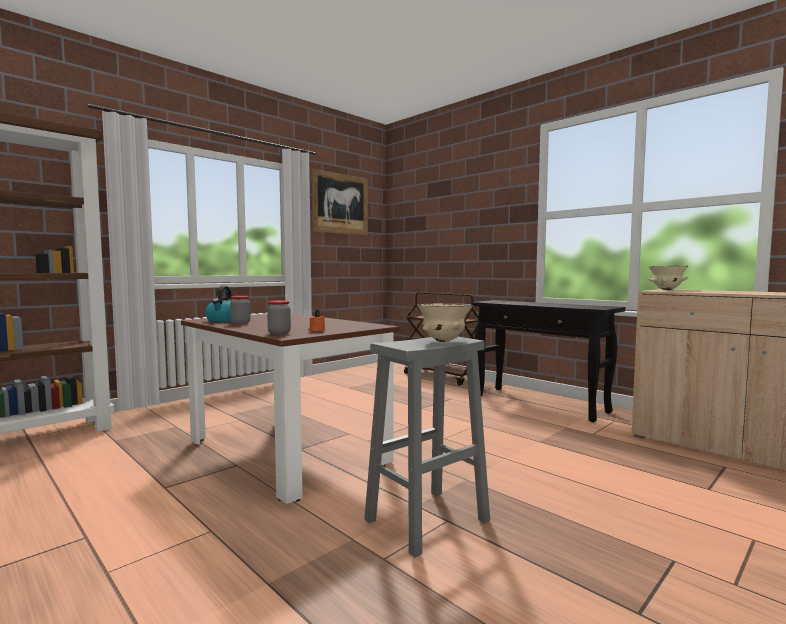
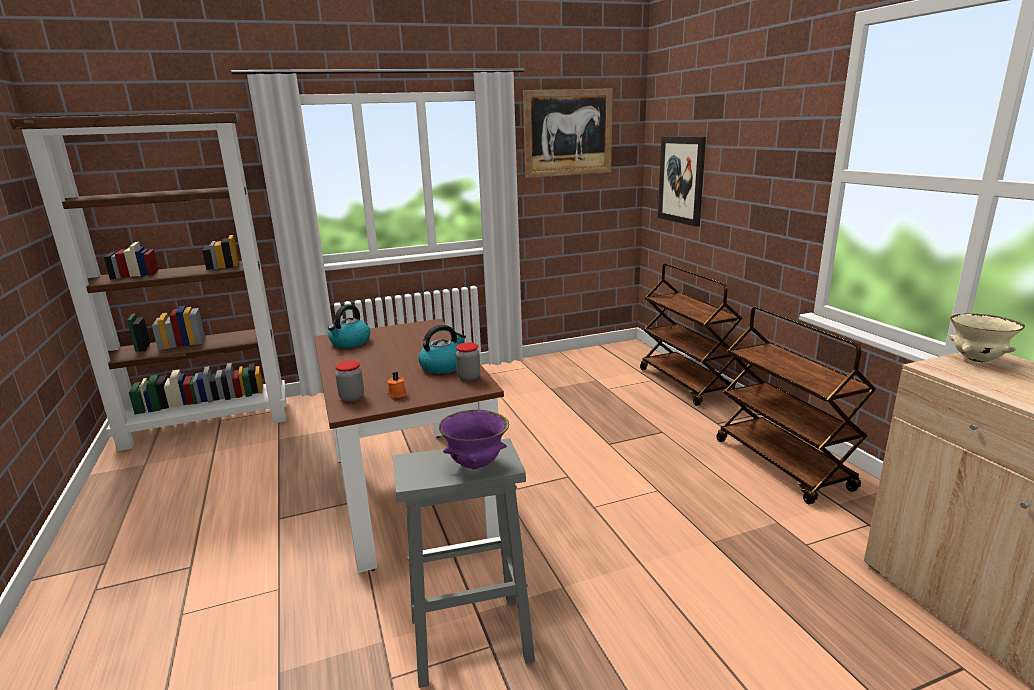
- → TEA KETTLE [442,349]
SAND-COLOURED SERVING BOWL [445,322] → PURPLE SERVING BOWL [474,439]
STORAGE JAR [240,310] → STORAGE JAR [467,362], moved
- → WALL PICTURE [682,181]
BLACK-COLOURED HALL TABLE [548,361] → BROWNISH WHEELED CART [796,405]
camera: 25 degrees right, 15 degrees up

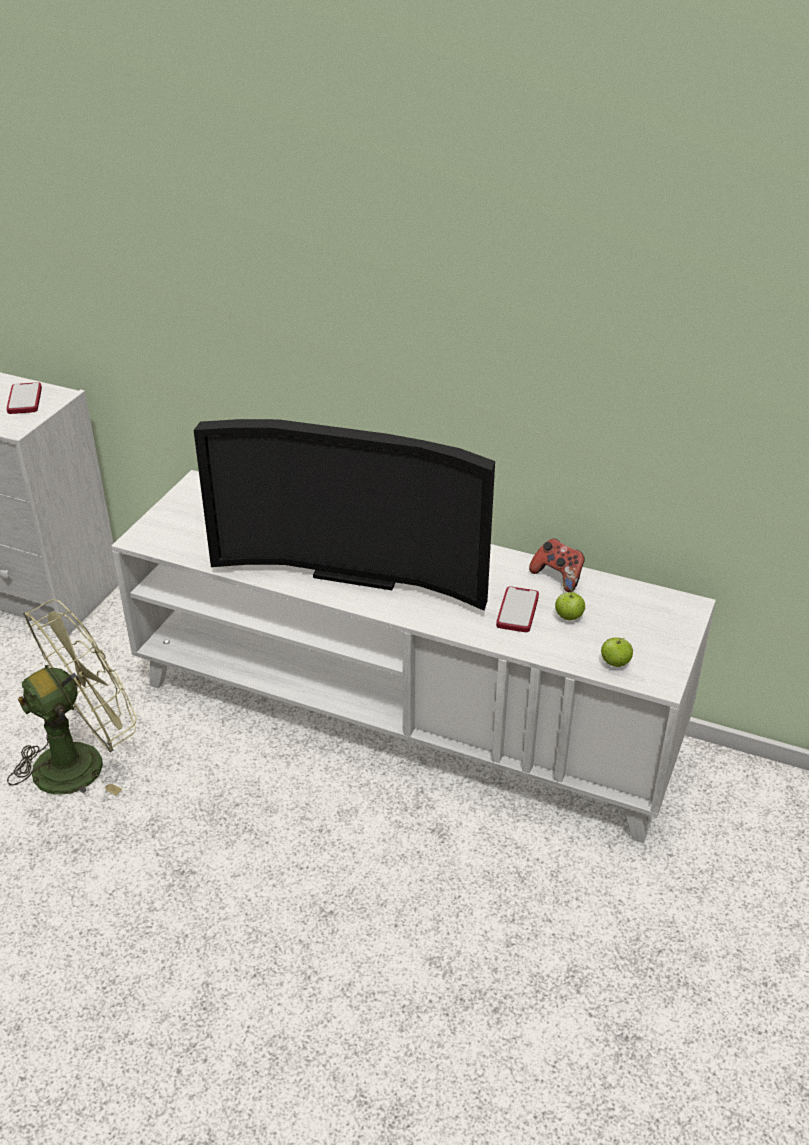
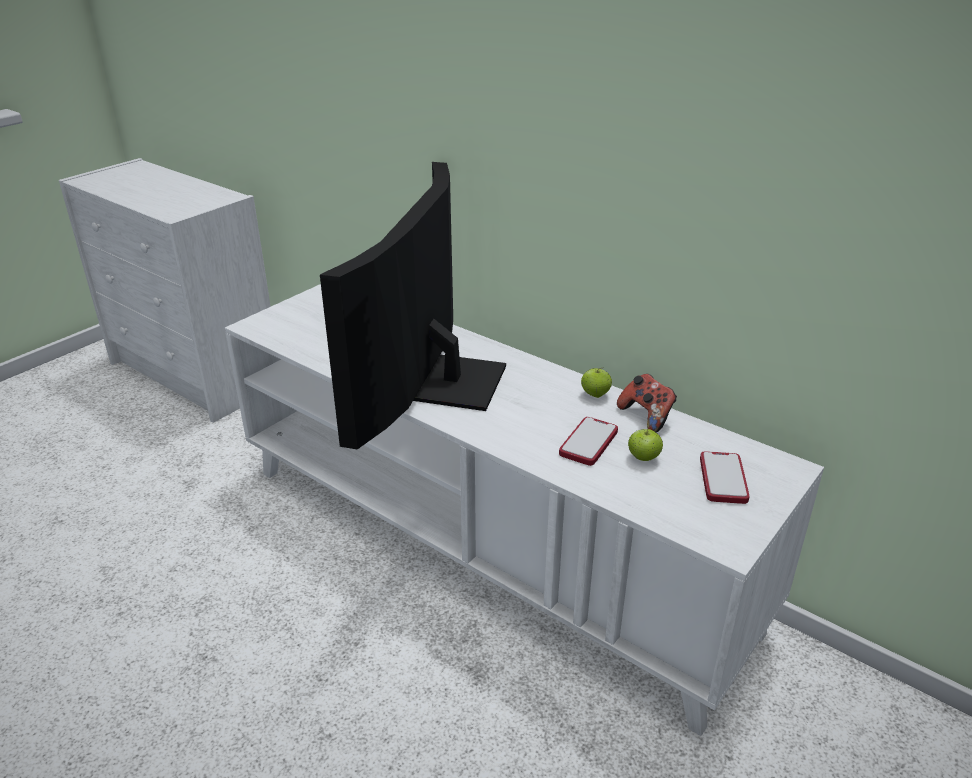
TV [344,515] → TV [413,305], 75 degrees clockwise
WHOLE APPLE [617,652] → WHOLE APPLE [596,383], moved
PHONE [24,398] → PHONE [725,477], moved
GREEN-COLOURED ELECTRIC FAN [72,697] → -
camera: 15 degrees right, 5 degrees down

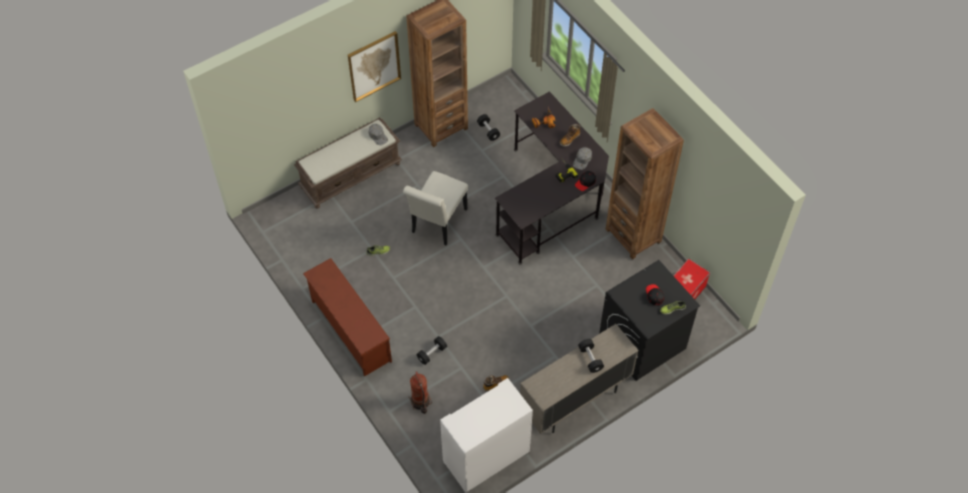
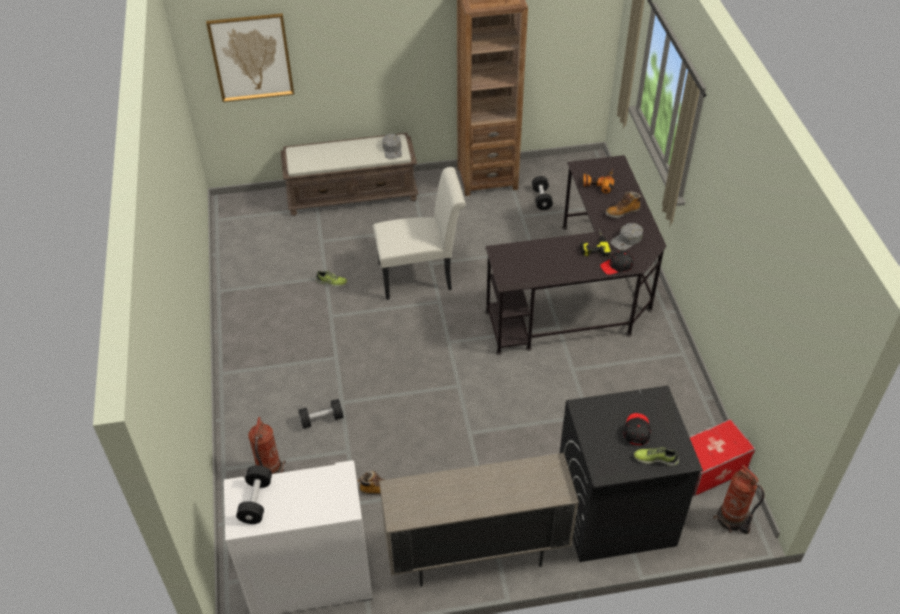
WALL PICTURE [374,66] → WALL PICTURE [250,57], moved
BLACK-COLOURED HAND WEIGHT [591,356] → BLACK-COLOURED HAND WEIGHT [254,494], moved
WHITE PLAIN CHAIR [435,208] → WHITE PLAIN CHAIR [419,233], 150 degrees counterclockwise
- → FIRE EXTINGUISHER [739,499]
BROWNISH SHOE STAND [347,317] → -
BROWNISH BOOKSHELF [645,184] → -
camera: 25 degrees right, 10 degrees down

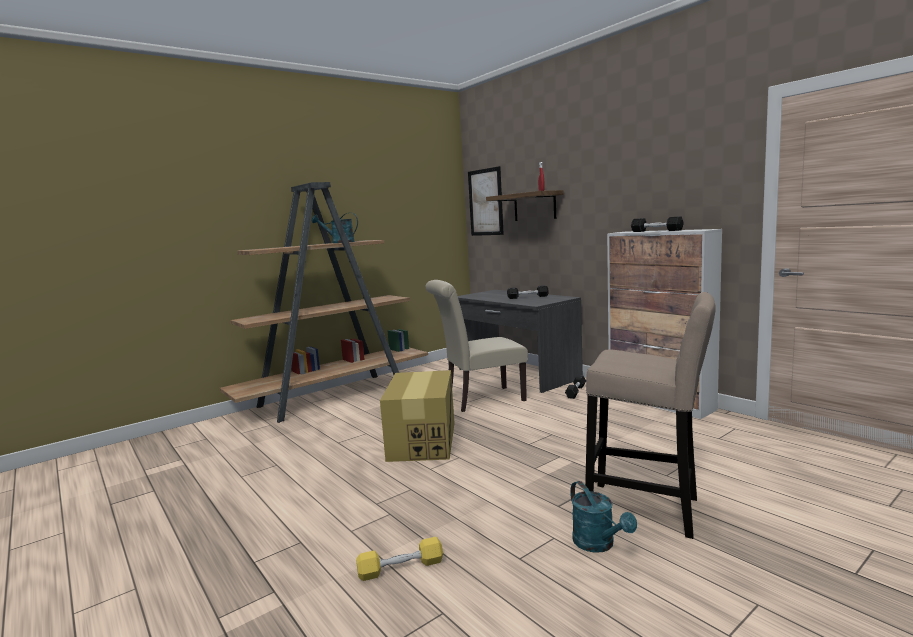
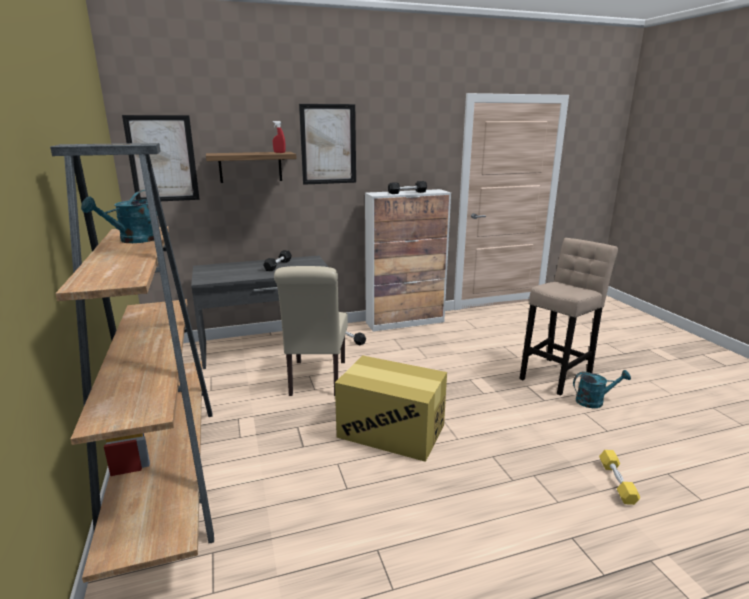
- → WALL PICTURE [327,144]
camera: 70 degrees left, 10 degrees up

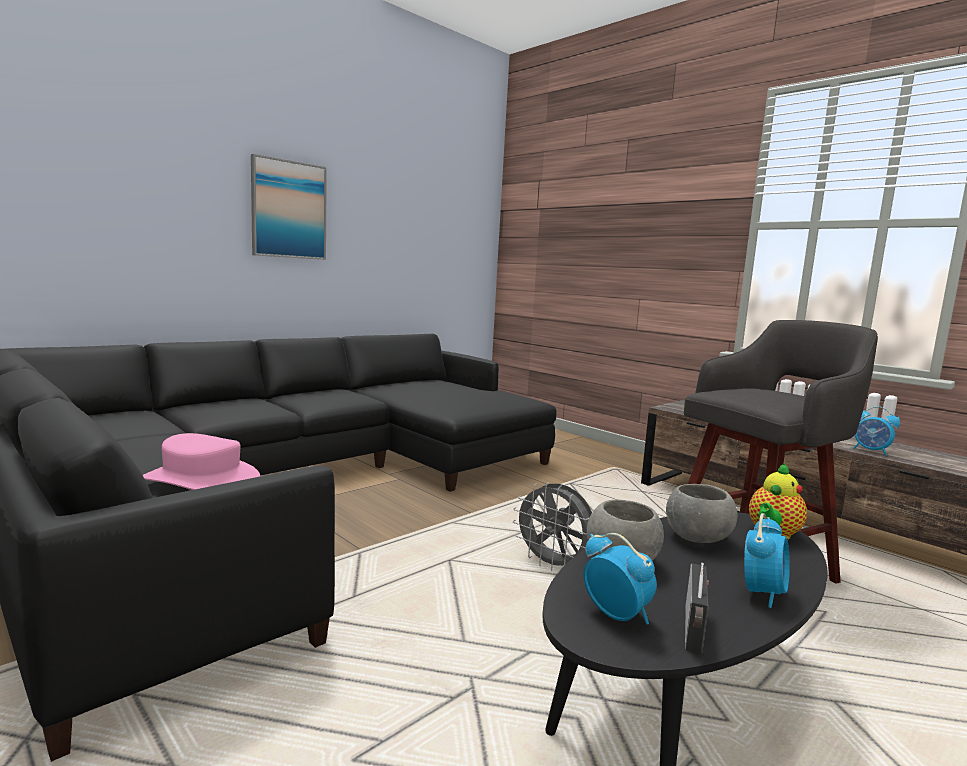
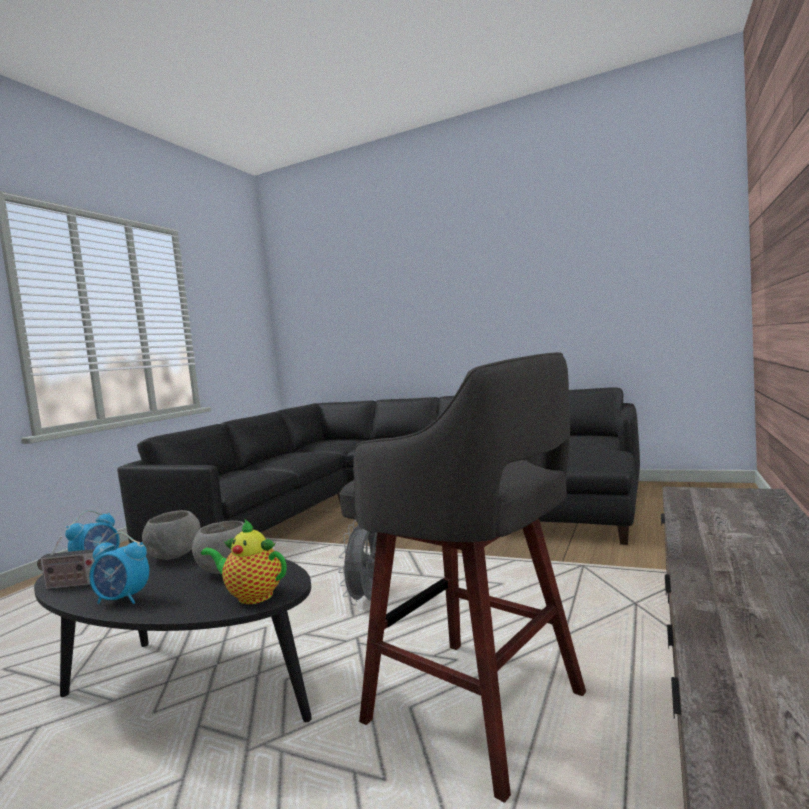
PINK CLOTHING HAT [201,461] → -
WALL PICTURE [289,207] → -
ALARM CLOCK [876,431] → -
camera: 70 degrees right, 5 degrees down

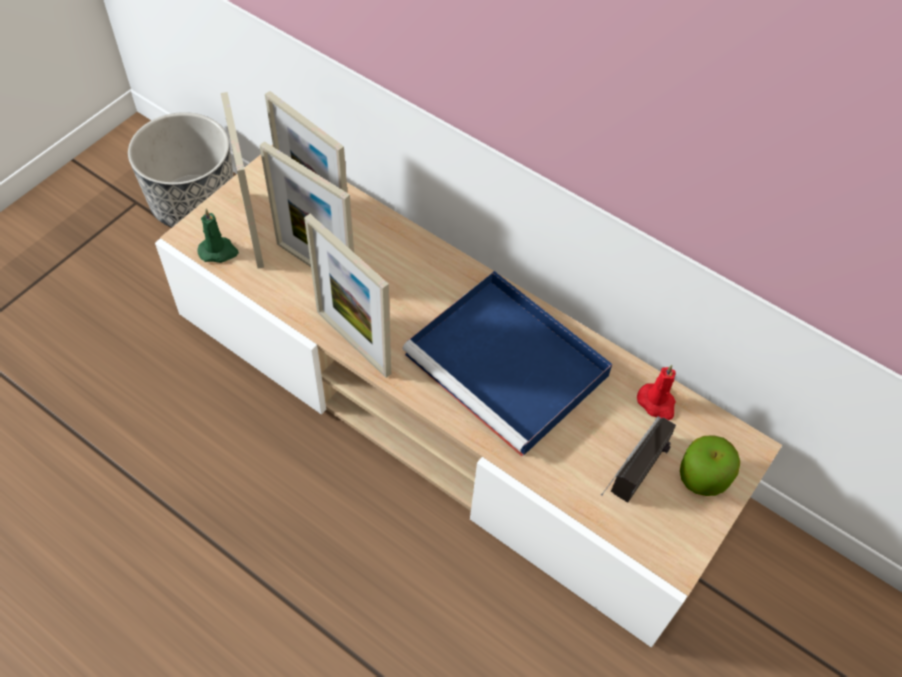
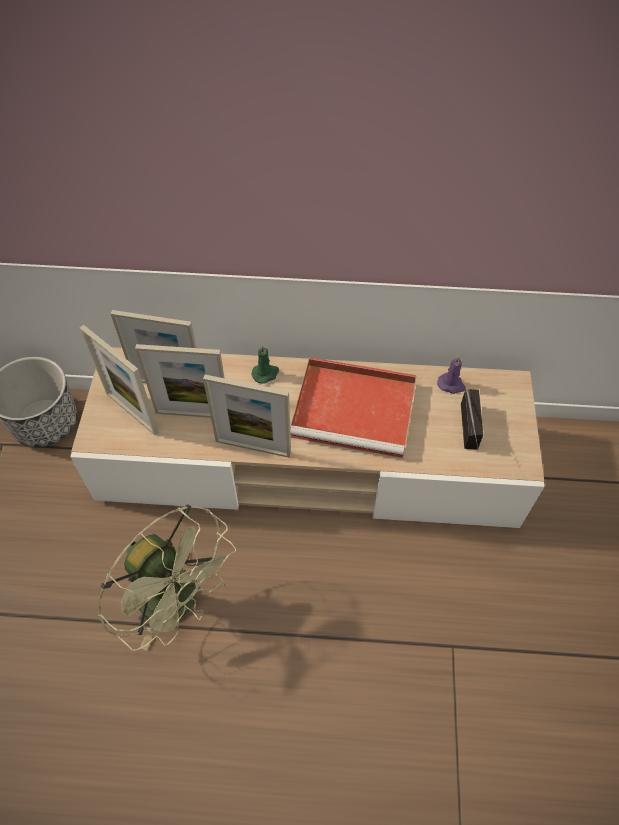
- → GREEN-COLOURED ELECTRIC FAN [167,577]
GREEN-COLOURED WAX LIGHT [218,236] → GREEN-COLOURED WAX LIGHT [265,364], moved
BLUE TRAY [507,364] → REDDISH TRAY [353,407]
REDDISH WAX LIGHT [656,392] → PURPLE WAX LIGHT [451,375]
WHOLE APPLE [710,465] → -
camera: 30 degrees left, 0 degrees up

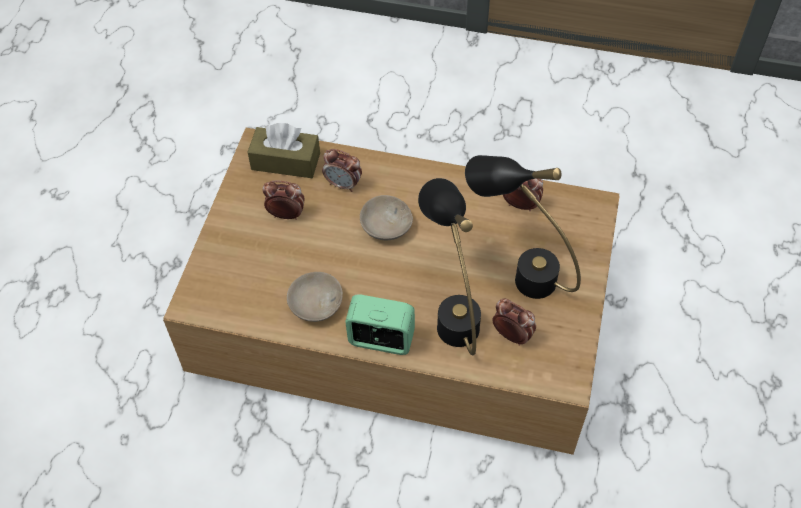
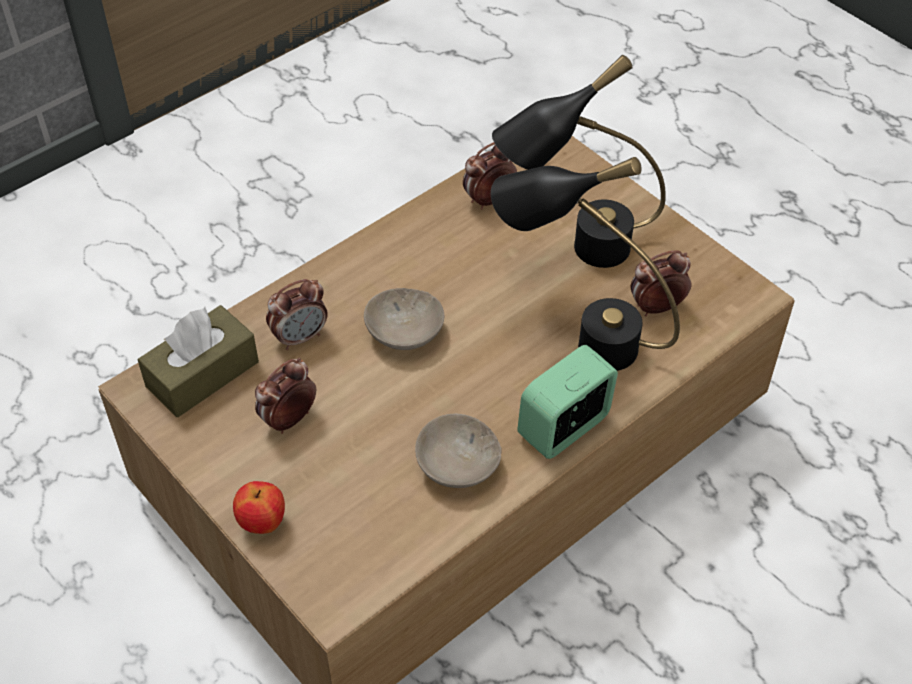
- → WHOLE APPLE [259,507]
camera: 55 degrees left, 5 degrees down

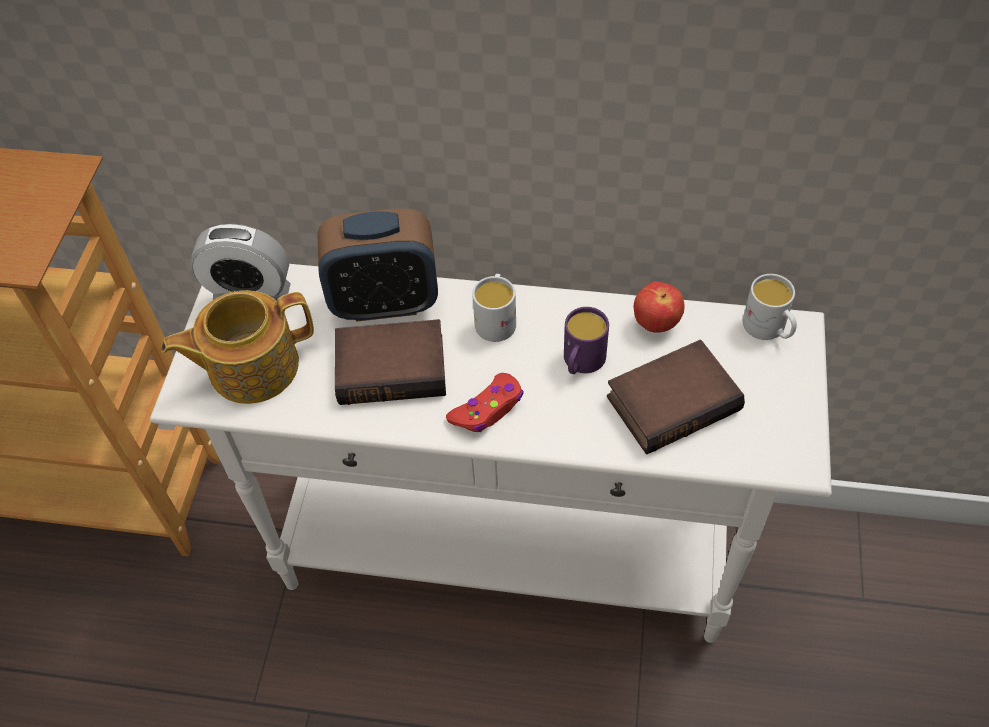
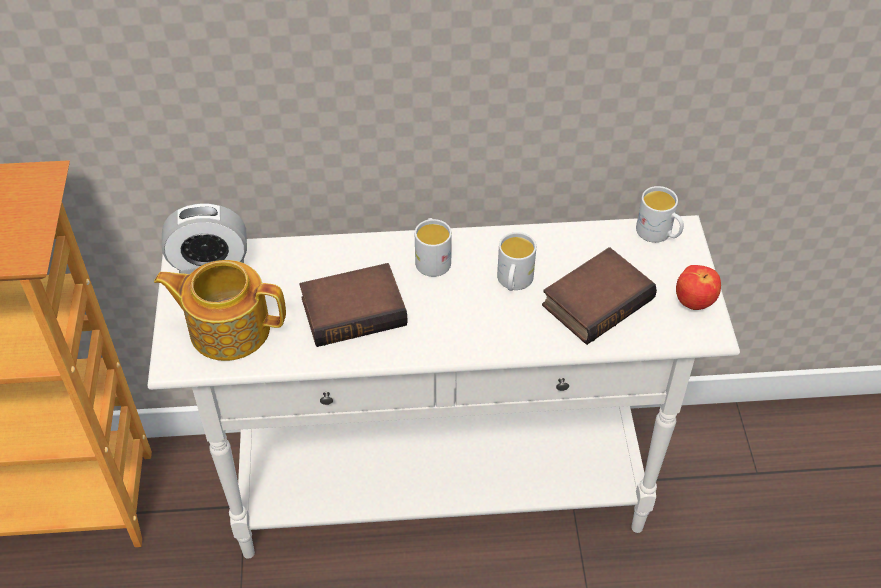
TEAPOT [237,347] → TEAPOT [220,310], 45 degrees clockwise
PURPLE TEA MUG [586,340] → WHITE TEA MUG [516,261]
WHOLE APPLE [659,307] → WHOLE APPLE [698,287], moved
ALARM CLOCK [378,265] → -
REDDISH GAMEPAD [484,402] → -
camera: 15 degrees left, 5 degrees down

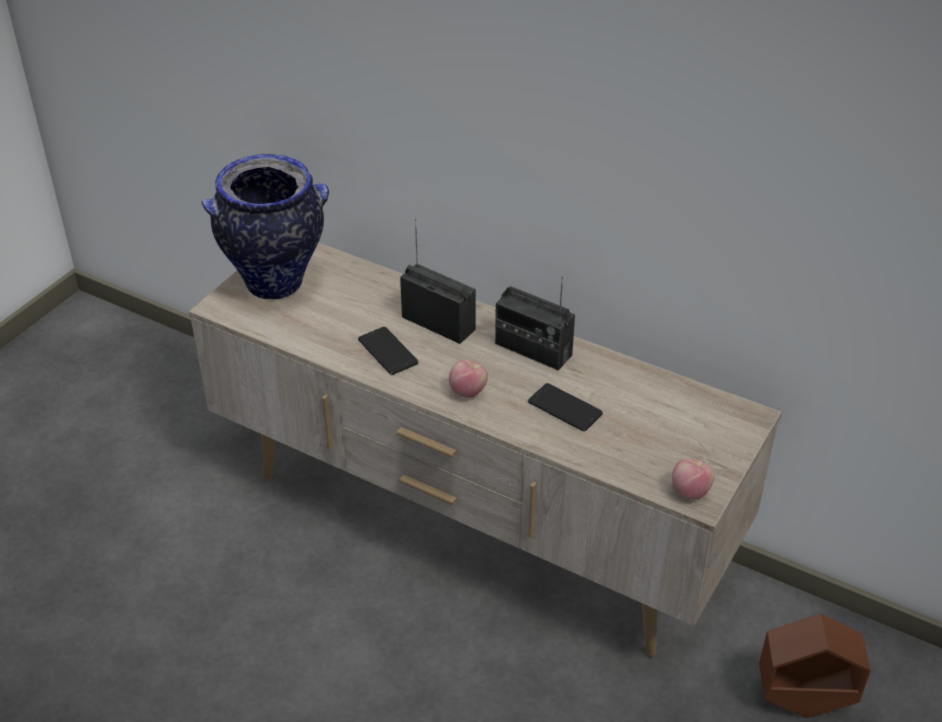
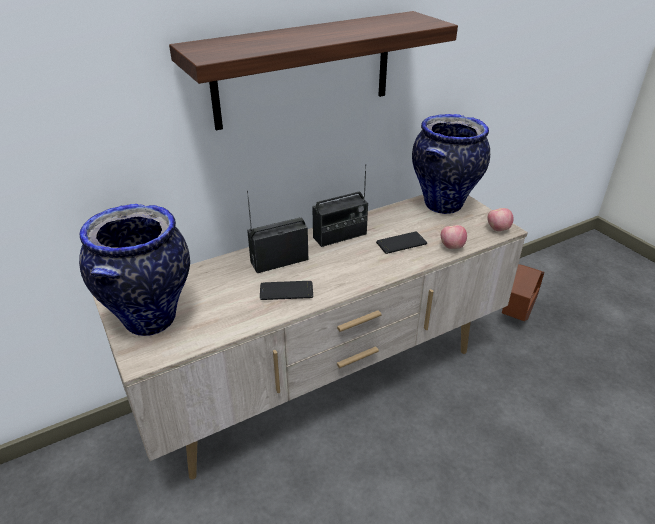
- → SHELF [313,71]
- → VASE [451,164]
WHOLE APPLE [468,379] → WHOLE APPLE [454,237], moved
camera: 60 degrees left, 5 degrees down

